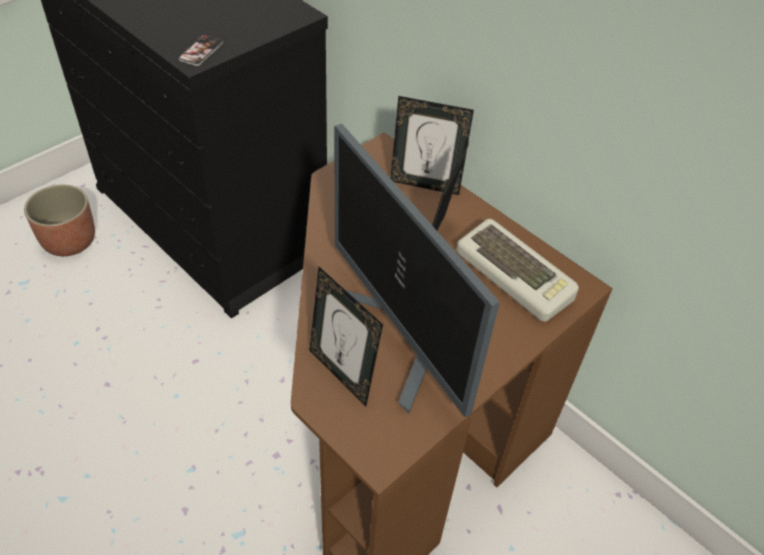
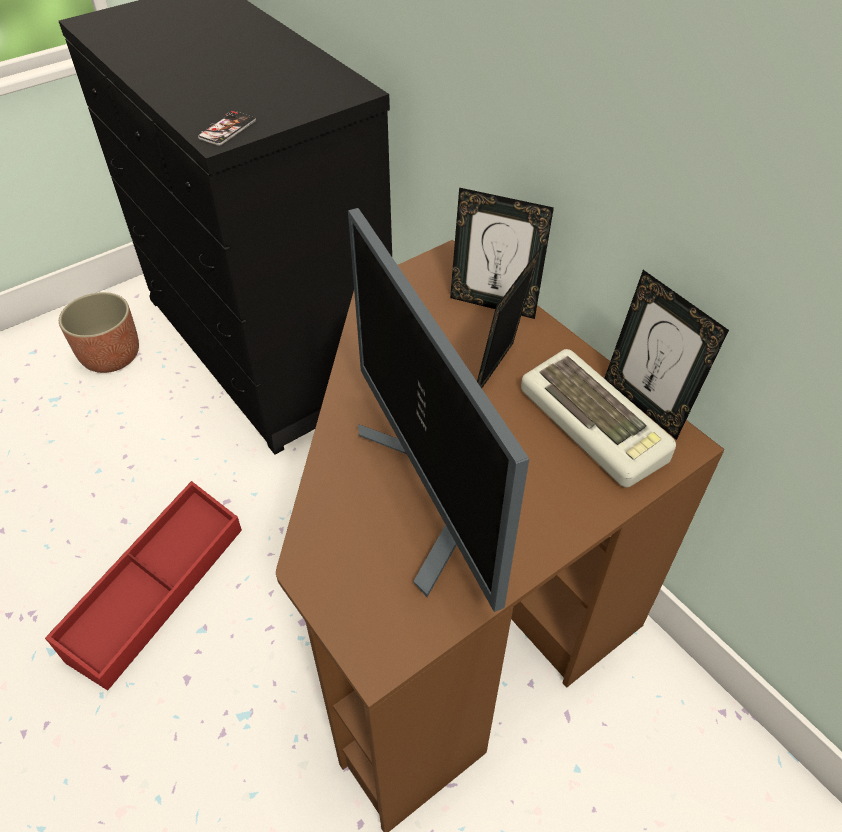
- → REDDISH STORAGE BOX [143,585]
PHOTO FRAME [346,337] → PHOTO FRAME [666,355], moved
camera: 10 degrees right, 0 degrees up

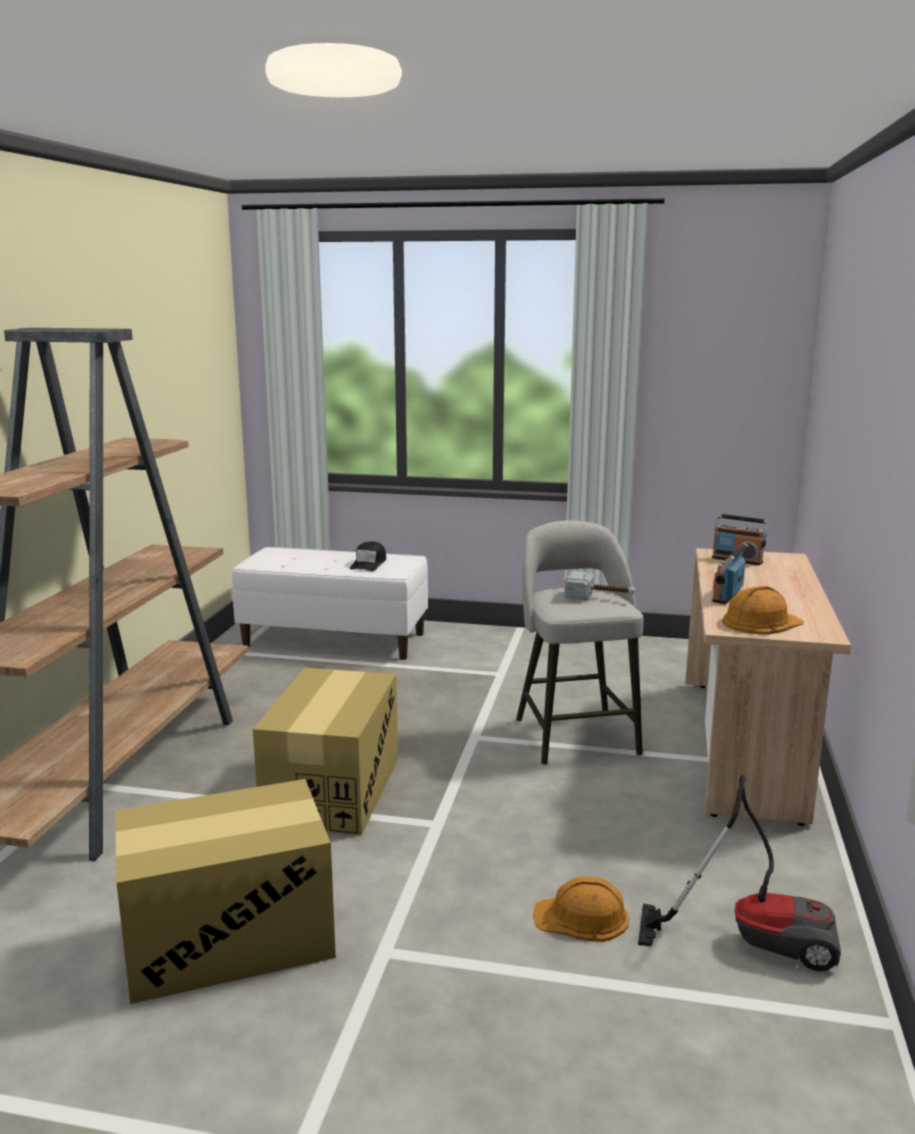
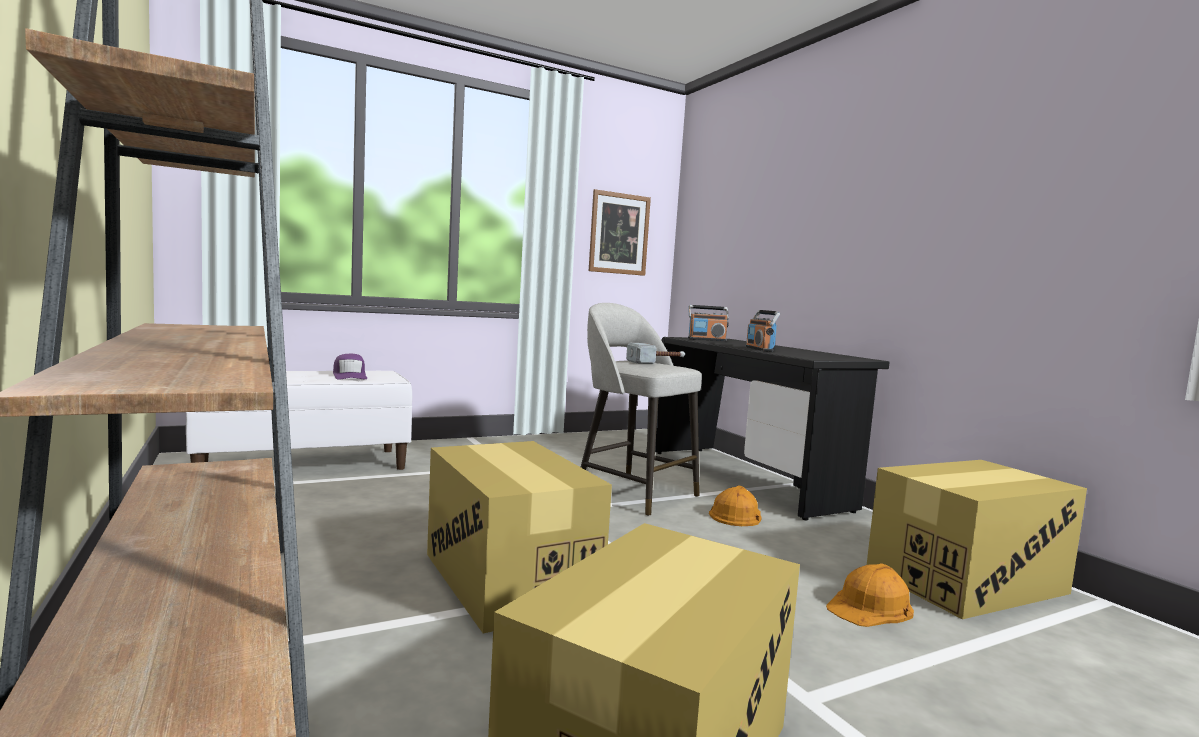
BLACK-COLOURED PEAKED CAP [367,556] → PURPLE PEAKED CAP [350,367]
- → WALL PICTURE [620,232]
SAND-COLOURED DESK [768,687] → BLACK-COLOURED DESK [768,428]
ORANGEY WORK HELMET [763,610] → ORANGEY WORK HELMET [735,506], moved
VACUUM CLEANER [739,873] → PACKING BOX [977,539]
camera: 40 degrees left, 10 degrees down

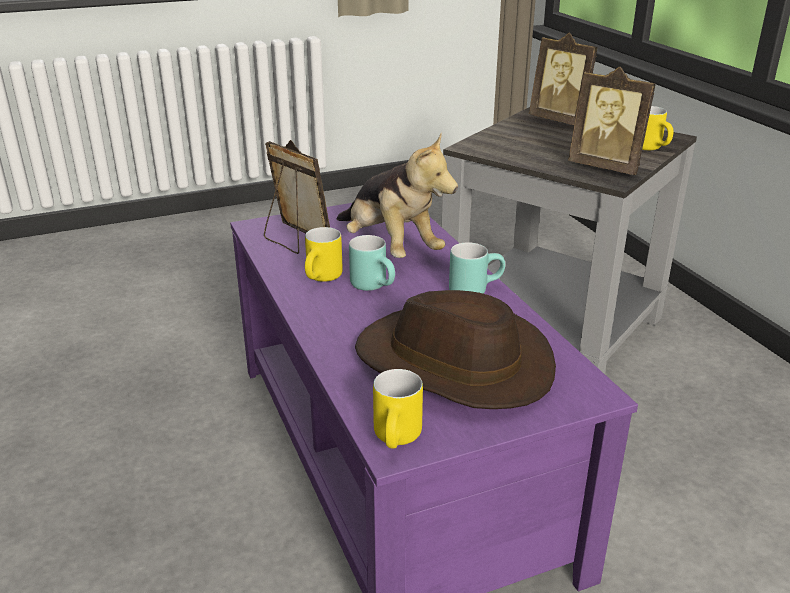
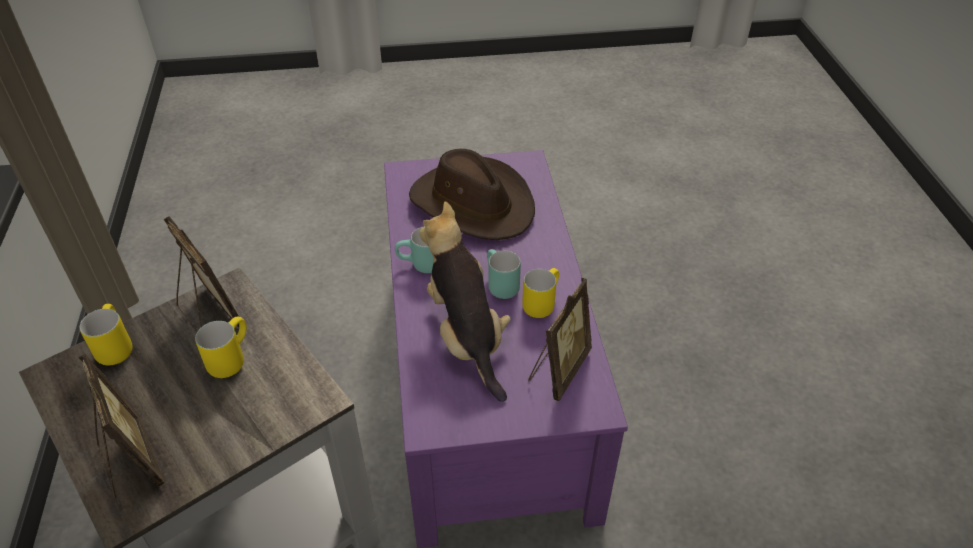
YELLOW-COLOURED TEA MUG [398,409] → YELLOW-COLOURED TEA MUG [220,347], moved
PHOTO FRAME [297,197] → PHOTO FRAME [560,339], 120 degrees counterclockwise
camera: 165 degrees left, 15 degrees up

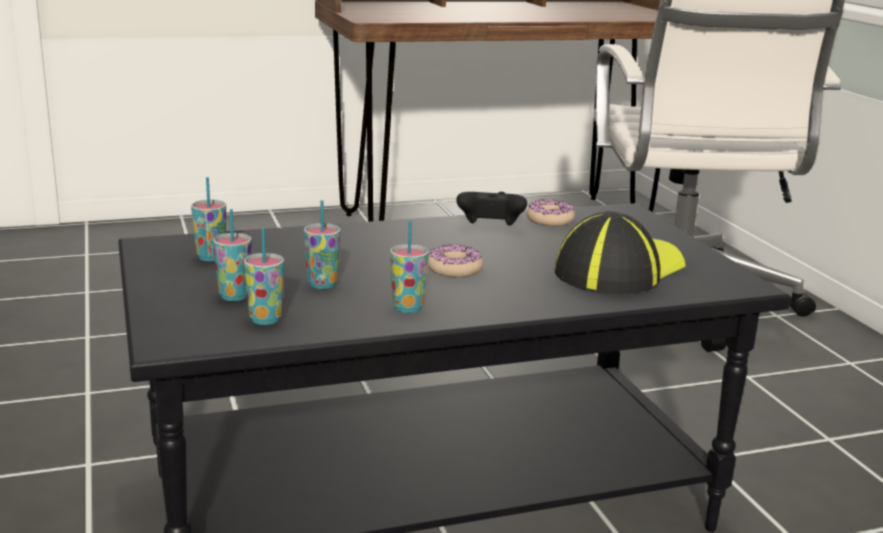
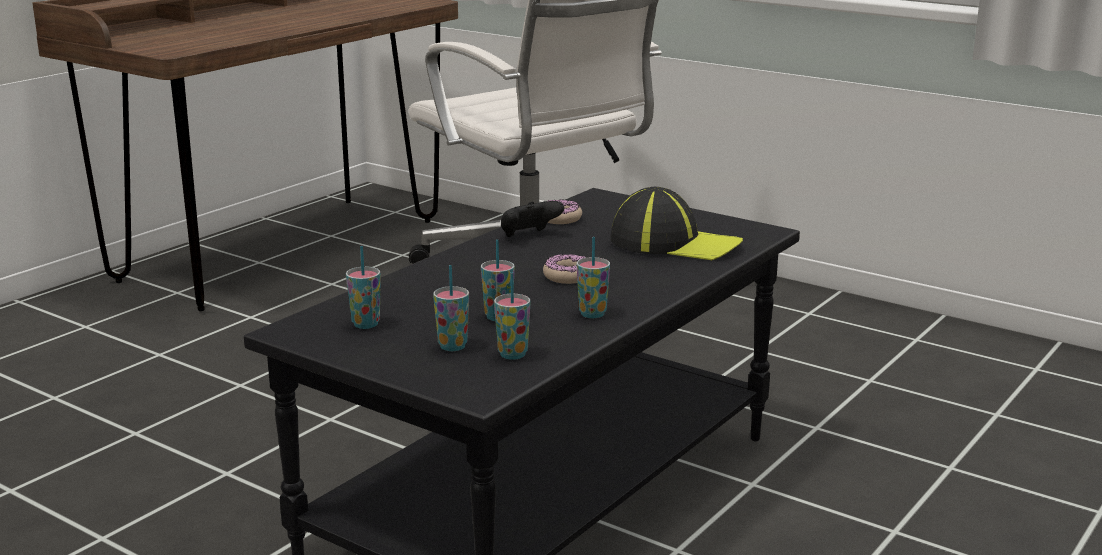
PEAKED CAP [620,252] → PEAKED CAP [676,223], 105 degrees clockwise
camera: 35 degrees left, 0 degrees up

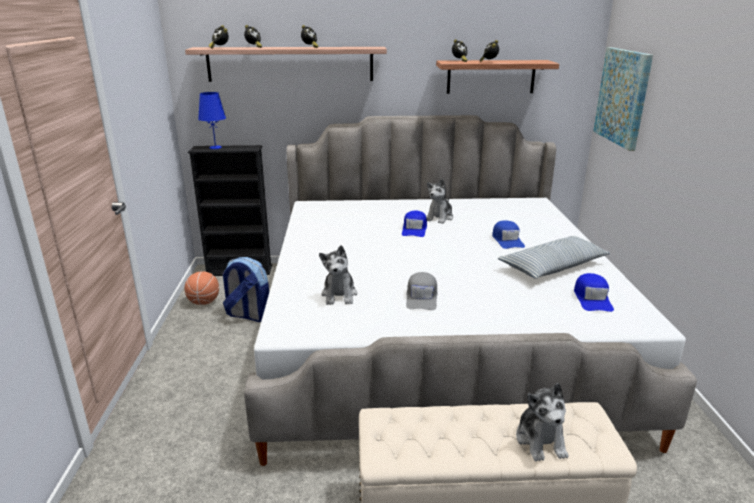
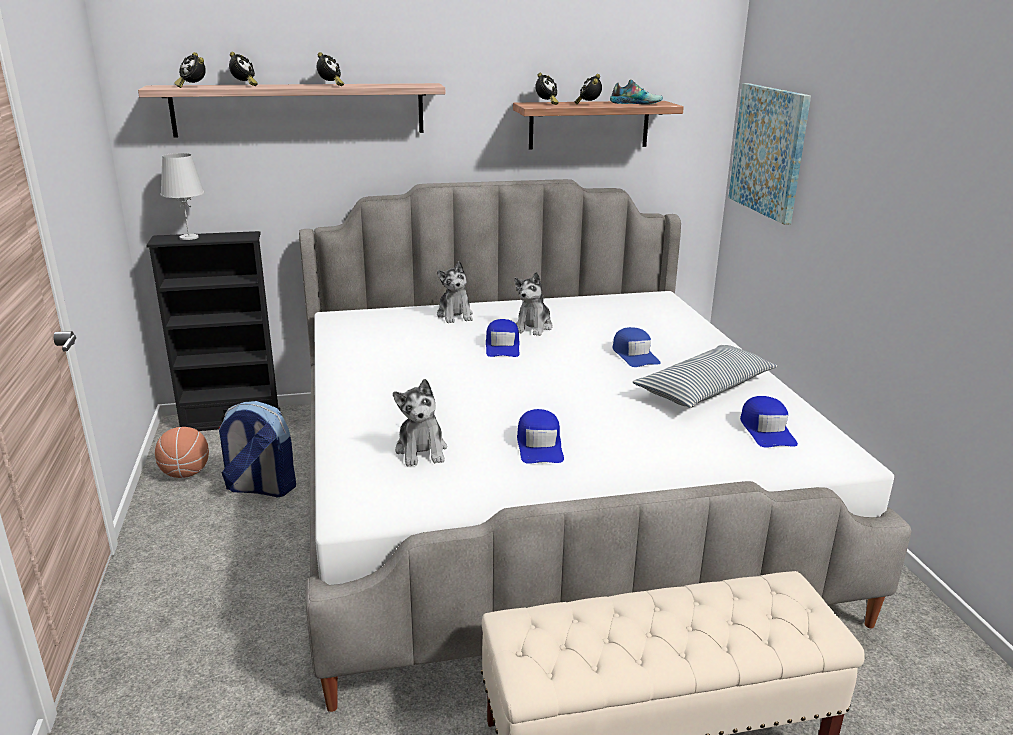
BLUE LAMP FOR A TABLE [212,120] → WHITE LAMP FOR A TABLE [182,196]
SOFT TOY [542,422] → SOFT TOY [455,292], moved
GRAY PEAKED CAP [421,291] → BLUE PEAKED CAP [540,436]
- → ITEM OF FOOTWEAR [636,92]
camera: 10 degrees left, 0 degrees up

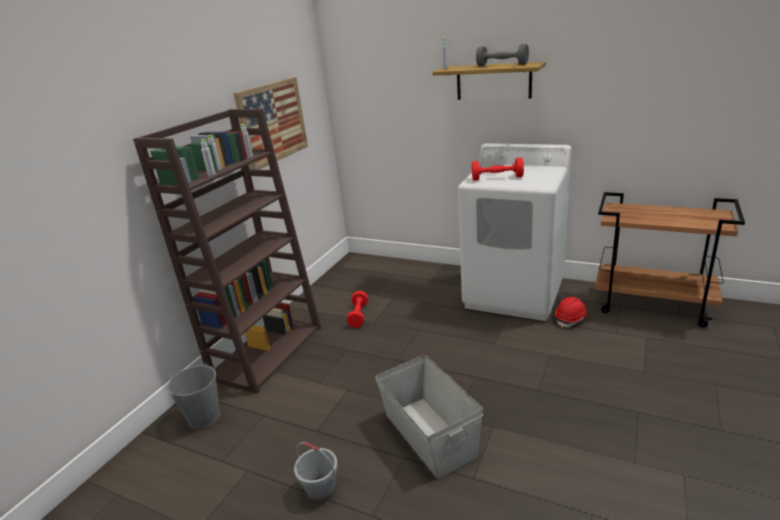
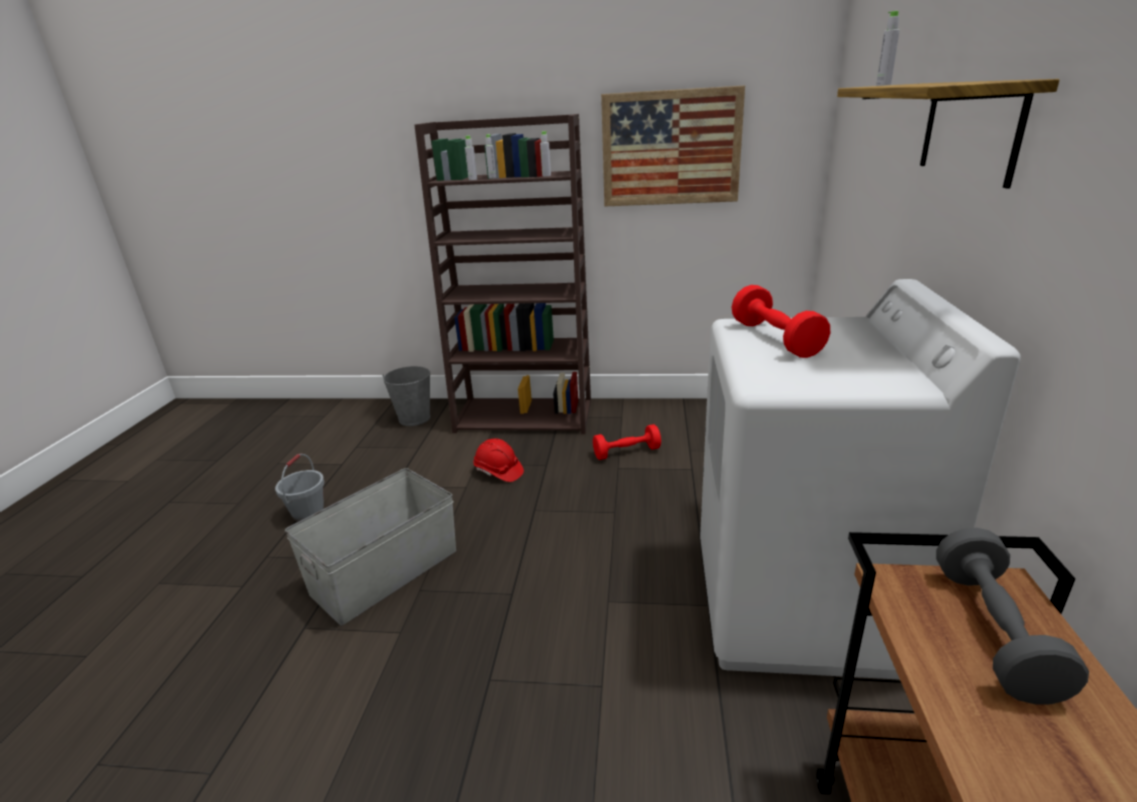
REDDISH WORK HELMET [572,312] → REDDISH WORK HELMET [498,460], moved
GRAY HAND WEIGHT [502,55] → GRAY HAND WEIGHT [1012,616], moved
camera: 70 degrees right, 0 degrees up

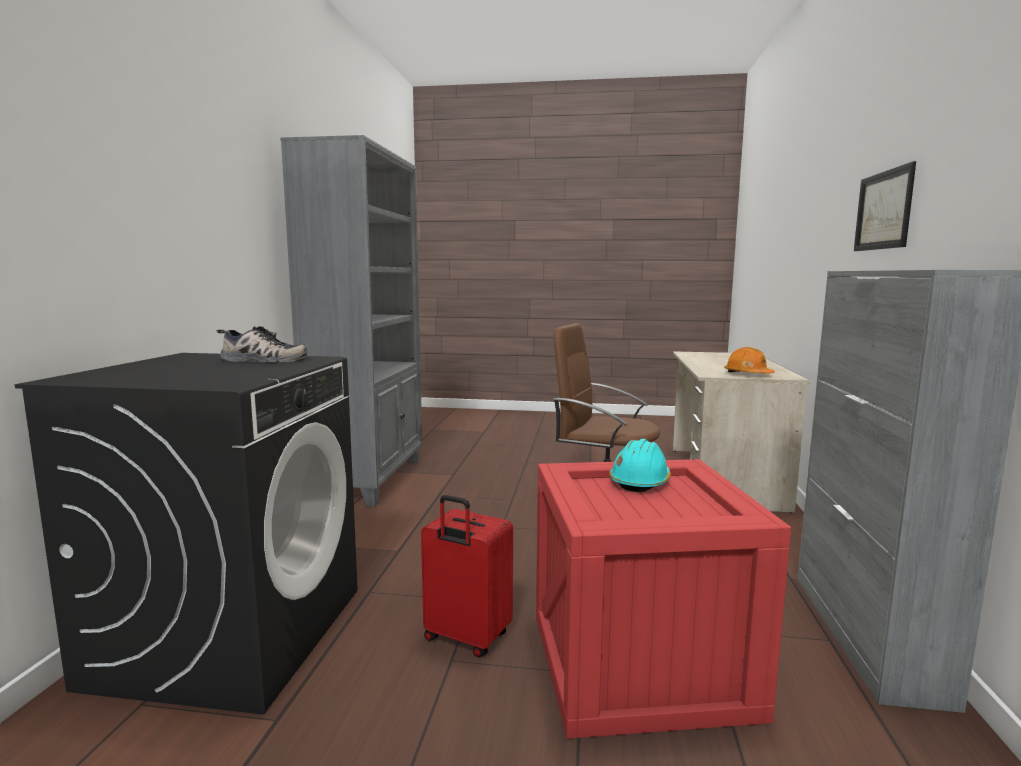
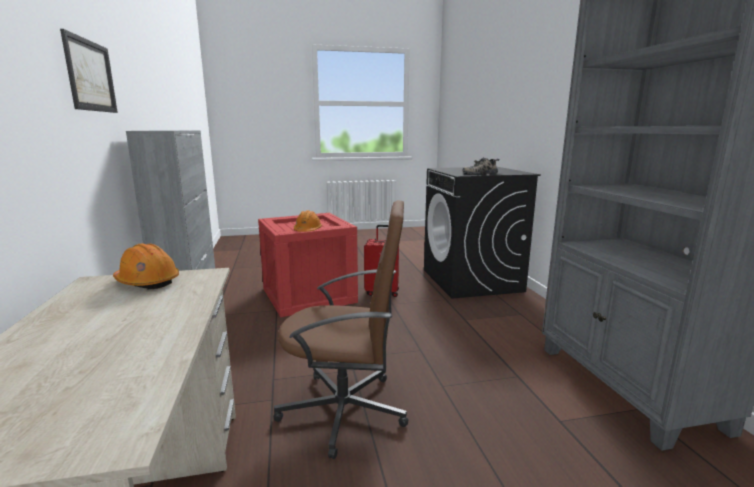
TURQUOISE WORK HELMET [640,465] → ORANGEY WORK HELMET [308,221]
camera: 160 degrees right, 5 degrees up

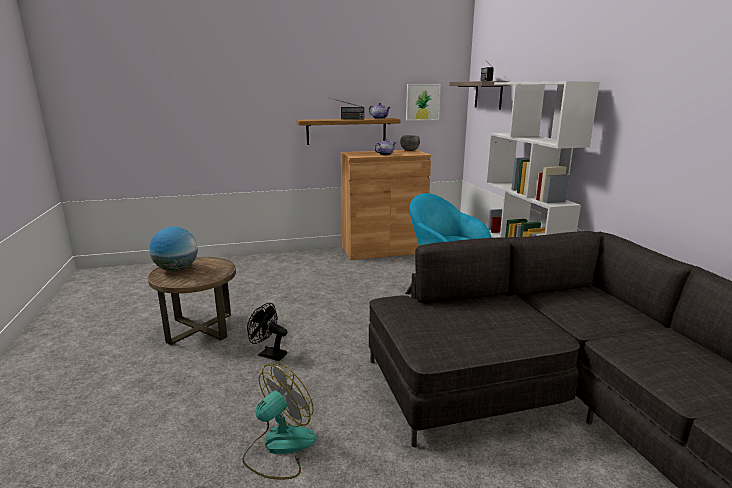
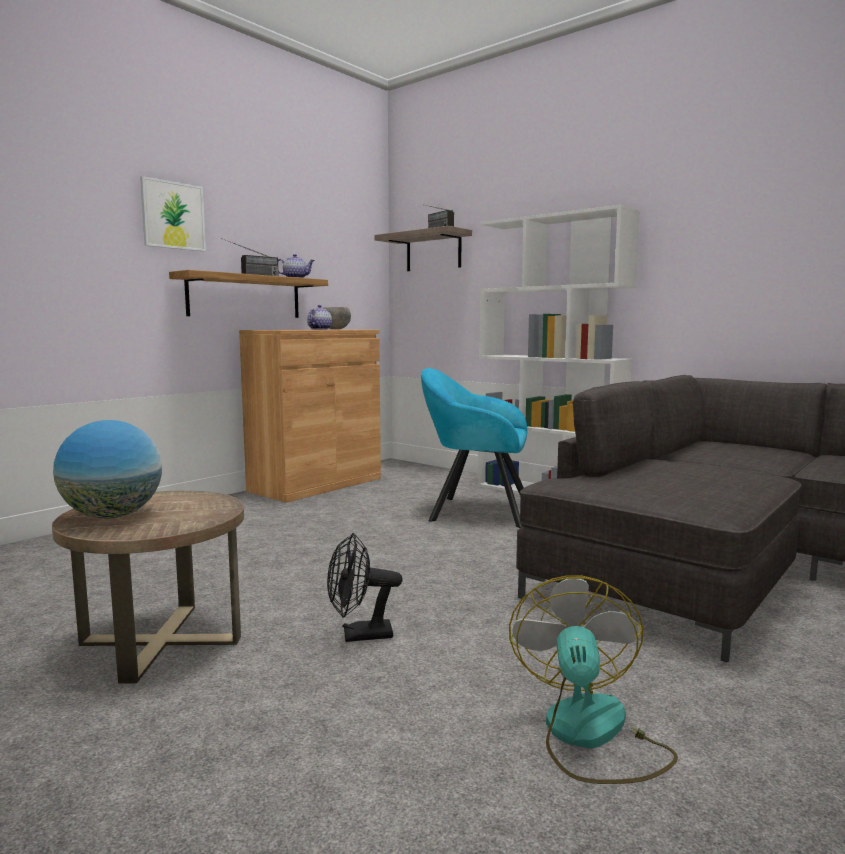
WALL PICTURE [423,102] → WALL PICTURE [173,214], moved
camera: 35 degrees left, 10 degrees down

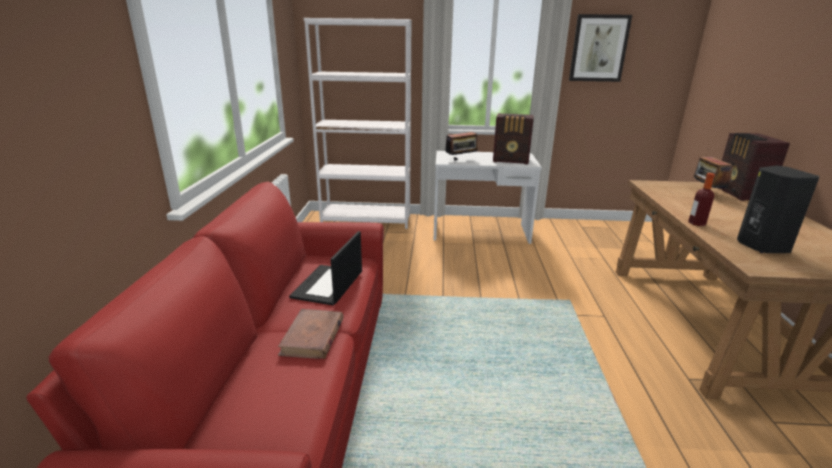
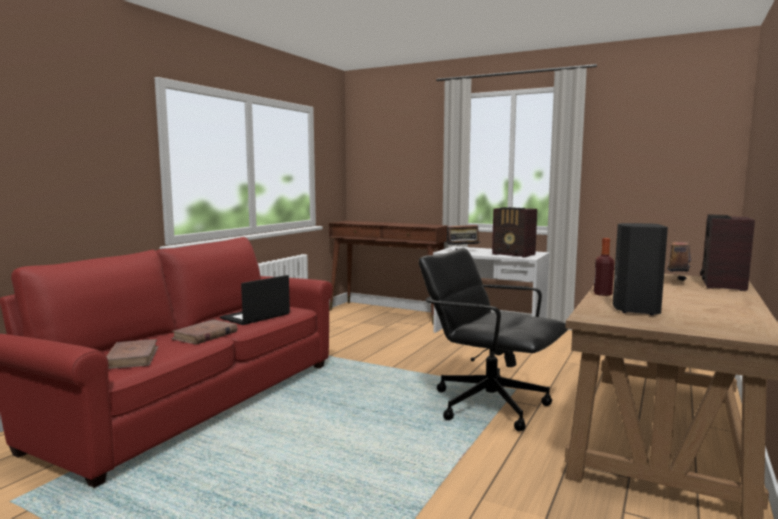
- → BROWNISH BOOK [132,354]
WHITE BOOKSHELF [358,123] → BROWNISH HALL TABLE [388,273]
- → BLACK-COLOURED OFFICE CHAIR [493,339]
WALL PICTURE [600,48] → -
camera: 25 degrees right, 15 degrees down

